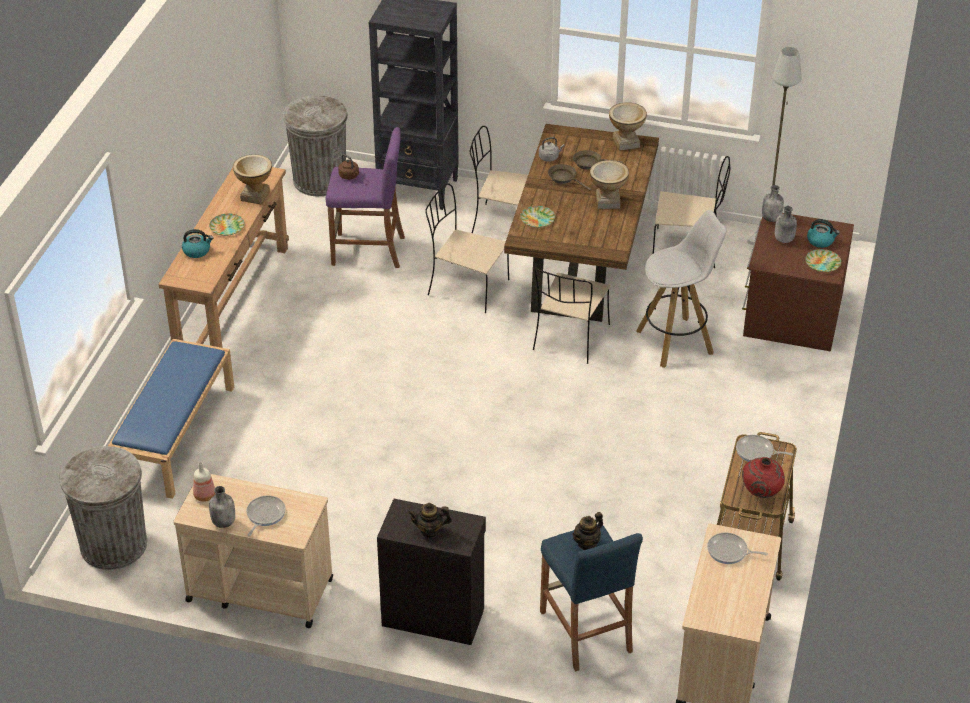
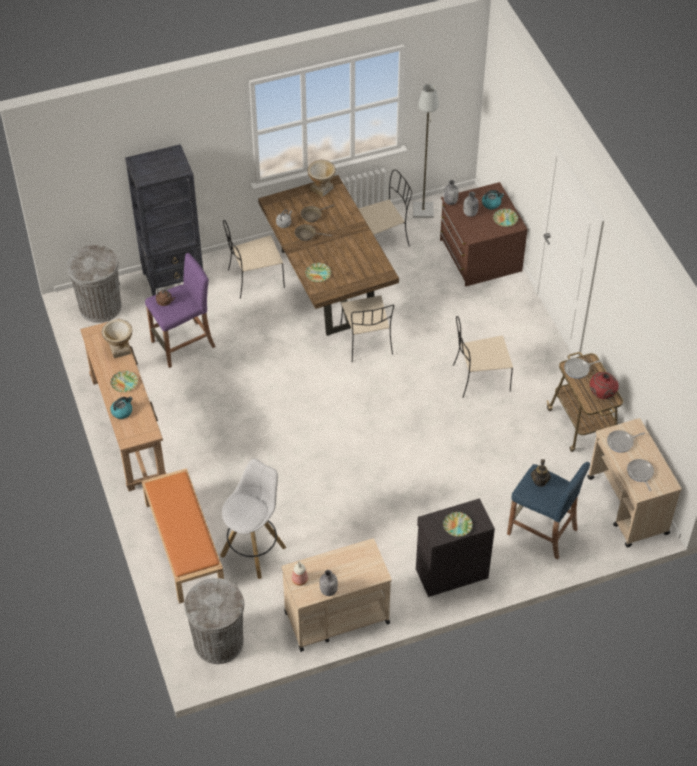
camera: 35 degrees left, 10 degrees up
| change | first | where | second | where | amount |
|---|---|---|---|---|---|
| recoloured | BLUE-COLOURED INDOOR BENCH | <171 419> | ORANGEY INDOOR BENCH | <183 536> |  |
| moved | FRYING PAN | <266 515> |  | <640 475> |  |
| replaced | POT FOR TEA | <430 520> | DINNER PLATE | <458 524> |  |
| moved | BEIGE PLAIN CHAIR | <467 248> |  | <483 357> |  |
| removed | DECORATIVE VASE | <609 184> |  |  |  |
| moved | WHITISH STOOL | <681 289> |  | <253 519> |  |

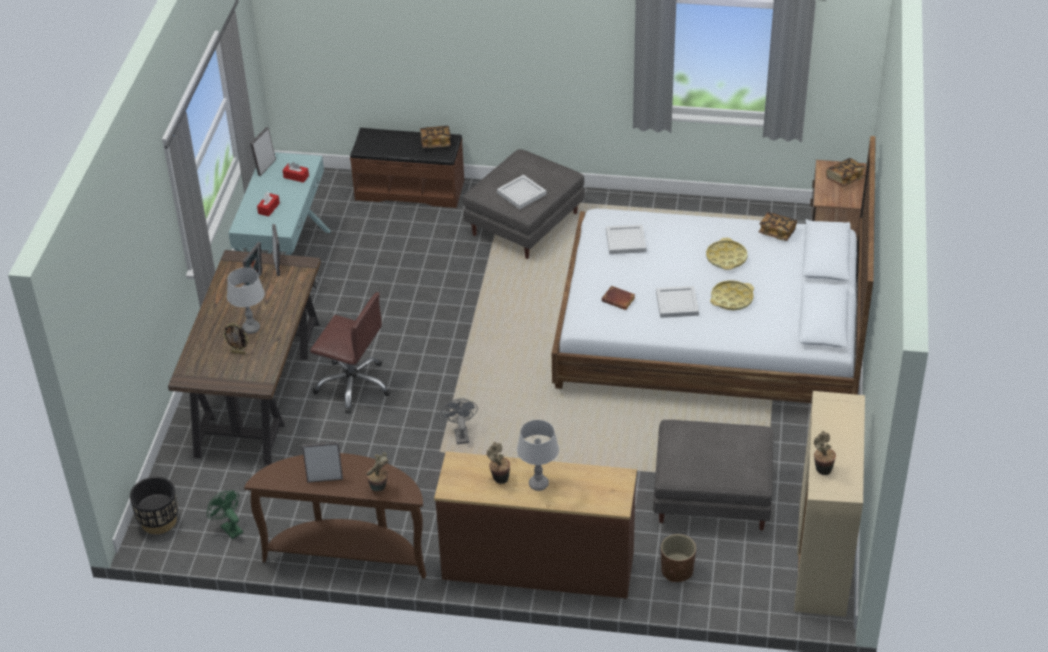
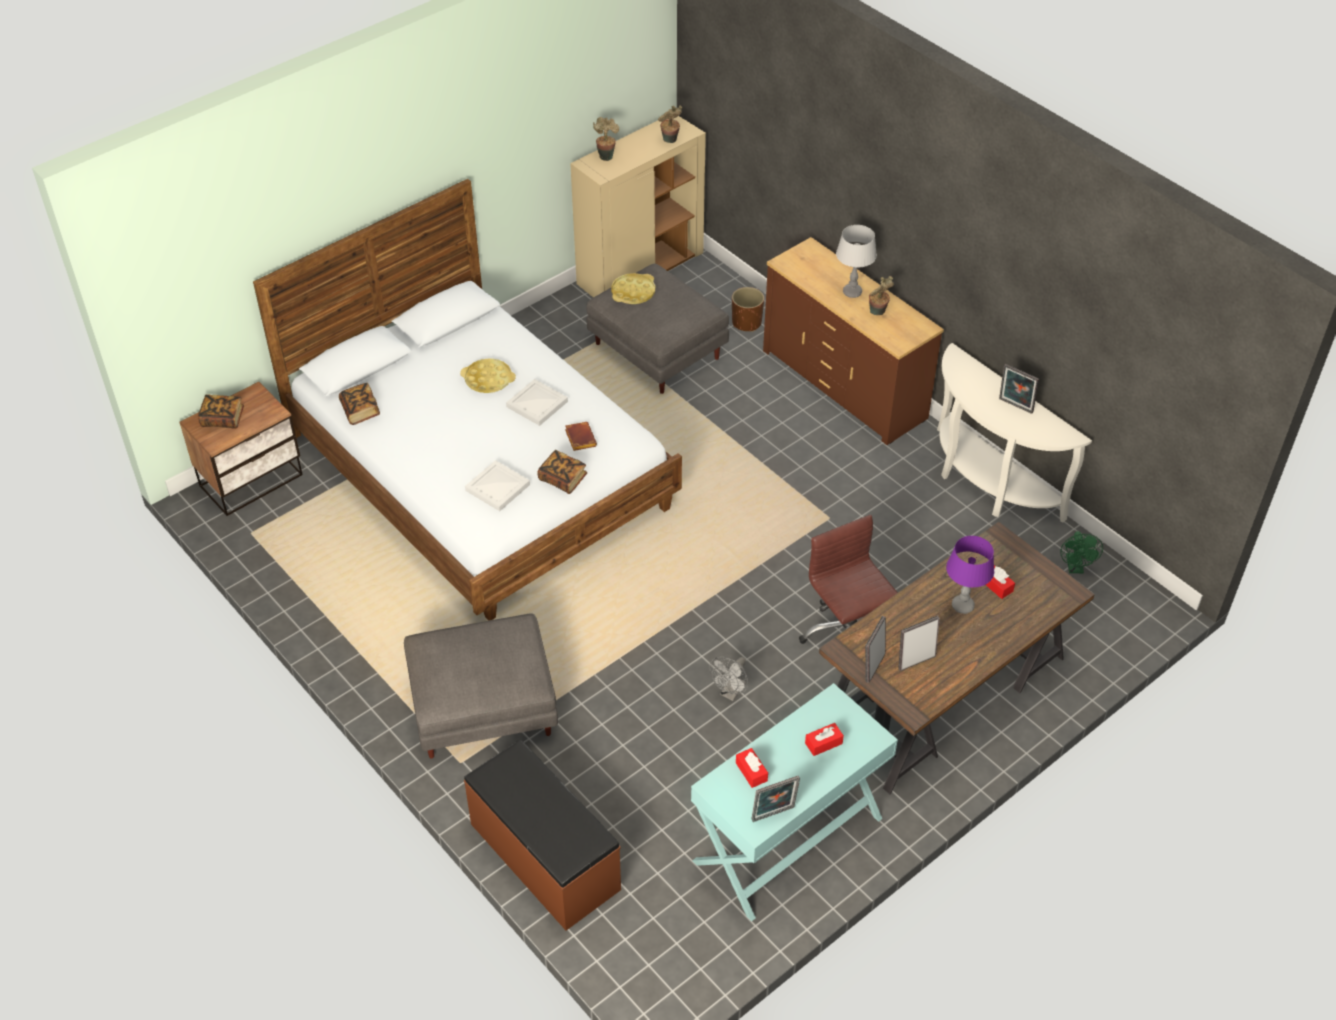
camera: 140 degrees left, 5 degrees up
| change | first | where | second | where | amount |
|---|---|---|---|---|---|
| removed | BLACKISH PLANTER | <154 505> |  |  |  |
| replaced | PICTURE FRAME | <236 338> | REDDISH TISSUE BOX | <1000 582> |  |
| recoloured | GREYISH TABLETOP LAMP | <246 301> | PURPLISH TABLETOP LAMP | <970 575> |  |
| recoloured | BROWN-COLOURED HALL TABLE | <335 516> | WHITISH HALL TABLE | <1014 433> |  |
| moved | PLANT IN A POT | <377 471> |  | <606 139> |  |
| moved | BOOK | <435 137> |  | <562 472> |  |
| moved | GREYISH ELECTRIC FAN | <459 421> |  | <728 679> |  |
| removed | WHITISH TRAY | <522 192> |  |  |  |
| moved | YELLOW-COLOURED TRAY | <726 254> |  | <633 288> |  |

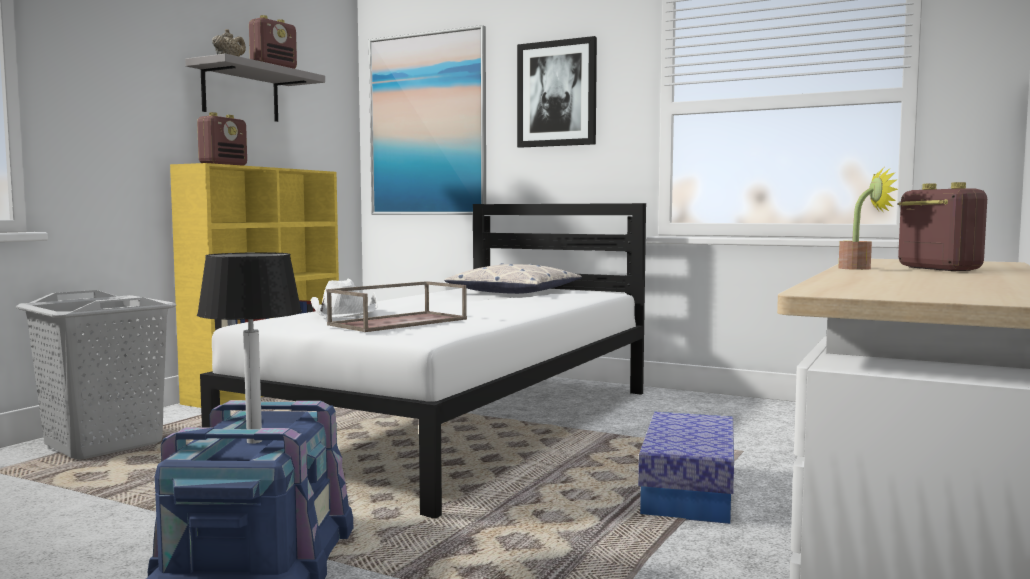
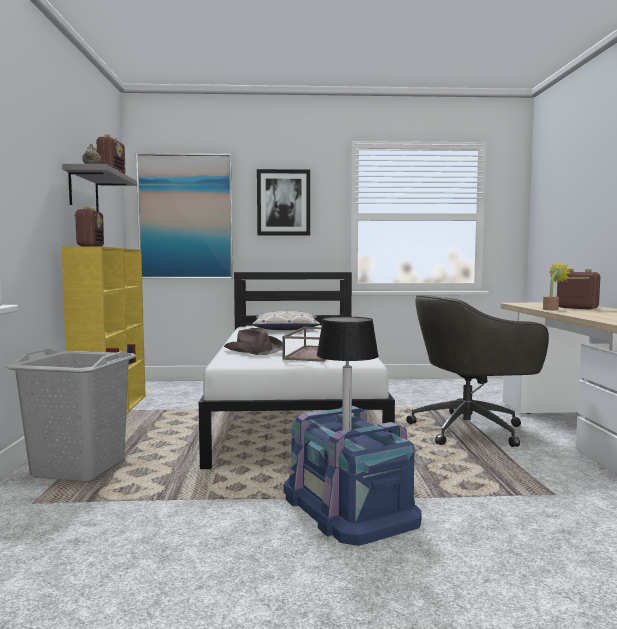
camera: 30 degrees left, 0 degrees up
| change | first | where | second | where | amount |
|---|---|---|---|---|---|
| recoloured | WHITISH CLOTHING HAT | <344 298> | BROWN-COLOURED CLOTHING HAT | <253 341> |  |
| replaced | STORAGE BOX | <686 468> | GREYISH DESK CHAIR | <477 371> |  |

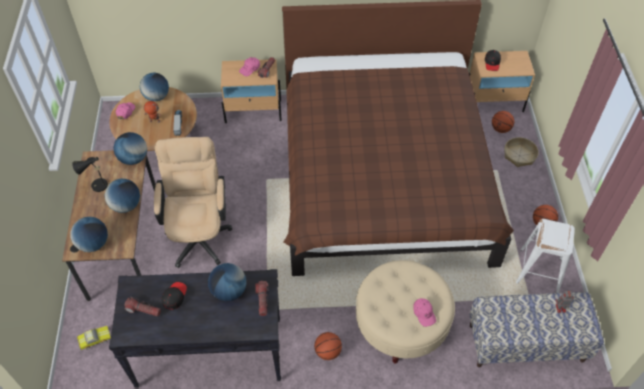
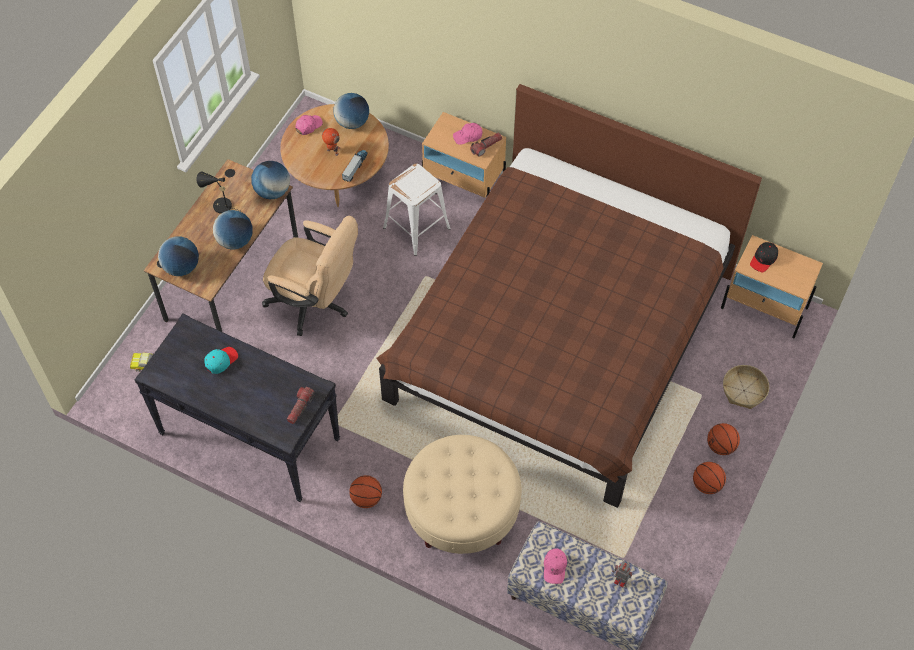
camera: 30 degrees right, 5 degrees up
| change | first | where | second | where | amount |
|---|---|---|---|---|---|
| removed | TORCH | <143 307> |  |  |  |
| turned | BEIGE DESK CHAIR | <193 202> |  | <310 276> | 90 degrees clockwise |
| recoloured | BLACKISH PEAKED CAP | <174 296> | TURQUOISE PEAKED CAP | <221 360> |  |
| removed | WORLD GLOBE | <227 282> |  |  |  |
| moved | PINK PEAKED CAP | <424 312> |  | <555 566> |  |
| moved | BASKETBALL BALL | <503 122> |  | <723 439> |  |
| moved | WHITISH STOOL | <545 256> |  | <416 209> |  |

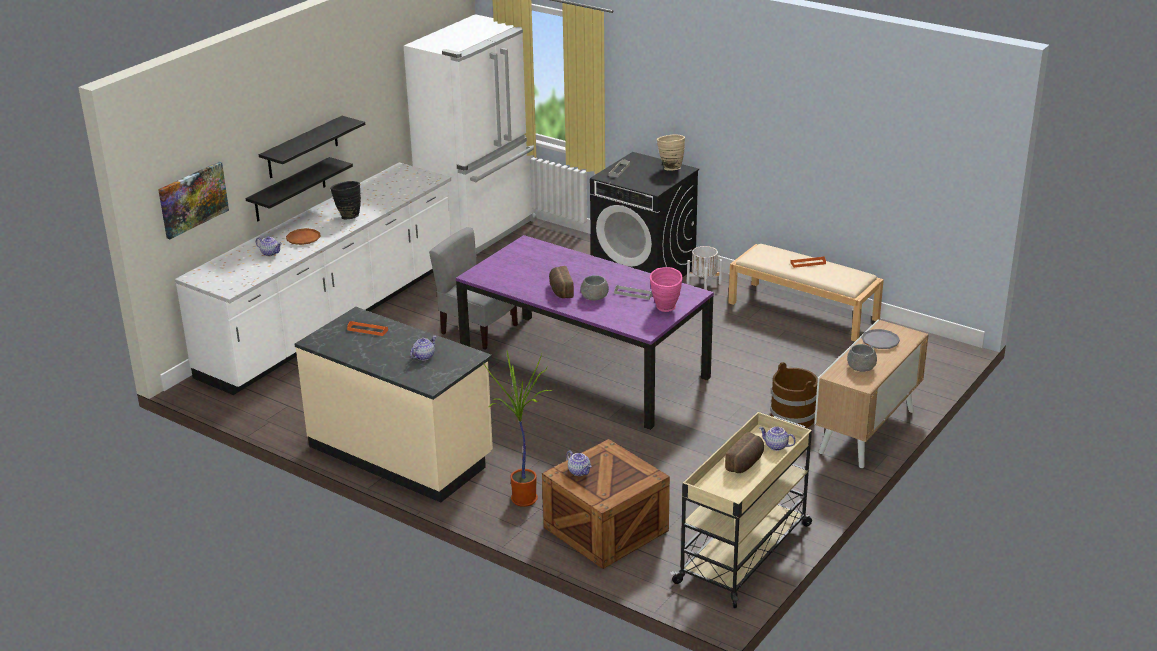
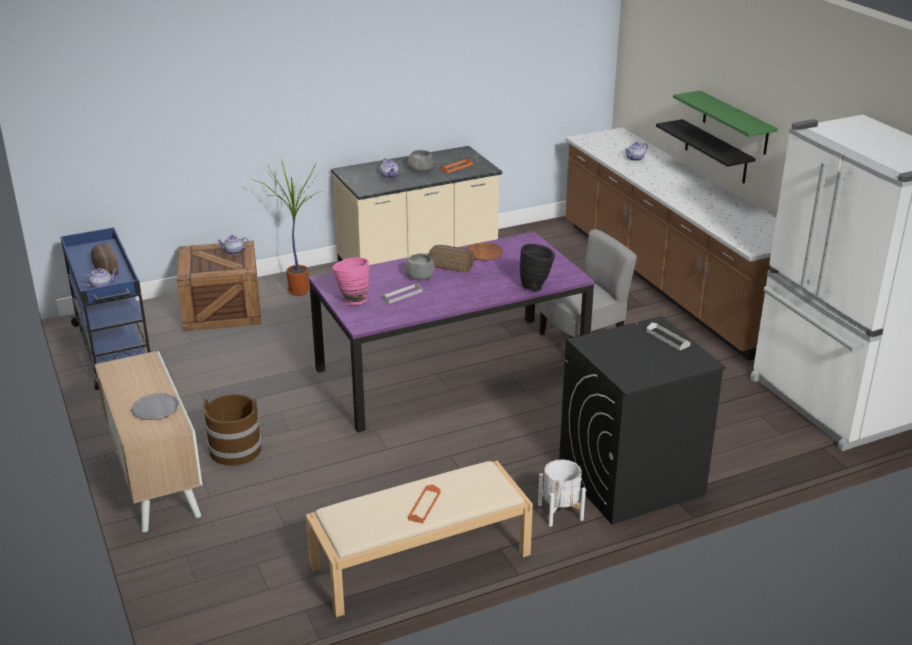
camera: 120 degrees right, 0 degrees up
| change | first | where | second | where | amount |
|---|---|---|---|---|---|
| removed | WALL PICTURE | <193 200> |  |  |  |
| recoloured | WHITISH KITCHEN BASE UNIT | <312 279> | BROWN-COLOURED KITCHEN BASE UNIT | <670 244> |  |
| recoloured | BLACKISH SHELF | <312 147> | GREENISH SHELF | <725 122> |  |
| moved | BROWN-COLOURED DINNER PLATE | <303 236> |  | <485 251> |  |
| moved | BLACKISH DECORATIVE VASE | <345 200> |  | <537 267> |  |
| removed | BEIGE DECORATIVE VASE | <671 153> |  |  |  |
| recoloured | BEIGE CART | <741 510> | BLUE-COLOURED CART | <105 308> |  |
| moved | GREYISH DEEP DISH | <862 358> |  | <421 161> |  |

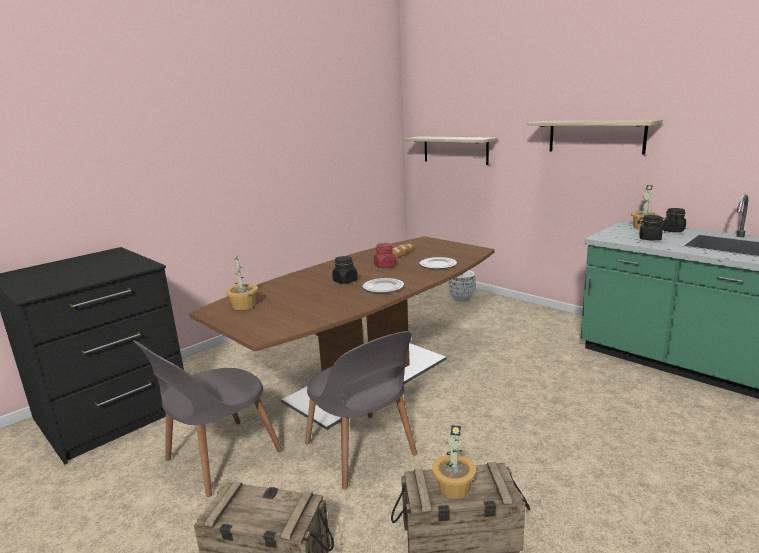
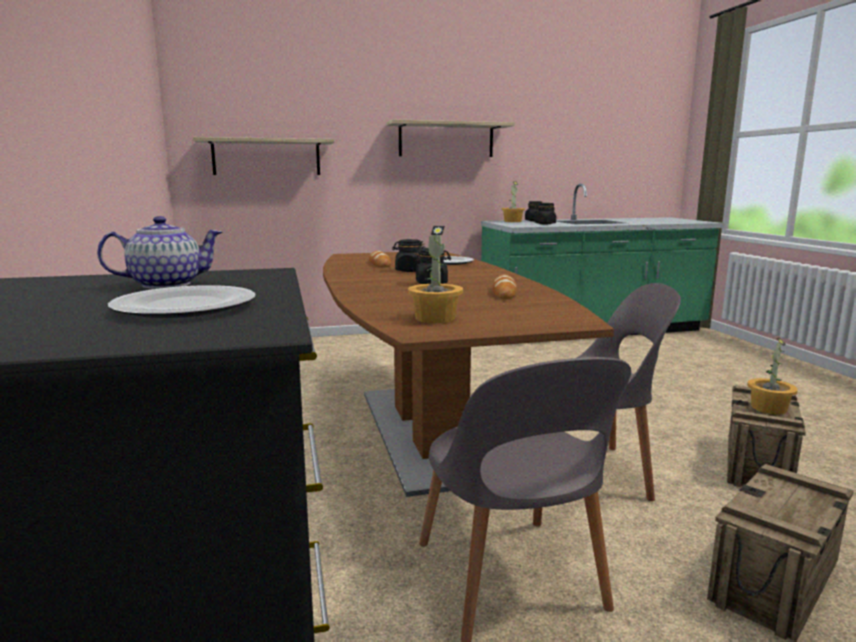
camera: 60 degrees left, 5 degrees down
| change | first | where | second | where | amount |
|---|---|---|---|---|---|
| moved | DINNER PLATE | <383 285> |  | <182 301> |  |
| recoloured | REDDISH JAR | <385 255> | BLACKISH JAR | <409 255> |  |
| removed | WHITISH PLANTER | <462 286> |  |  |  |
| added |  |  | POT FOR TEA | <159 252> |  |
| added |  |  | BAKED BREAD | <505 287> |  |

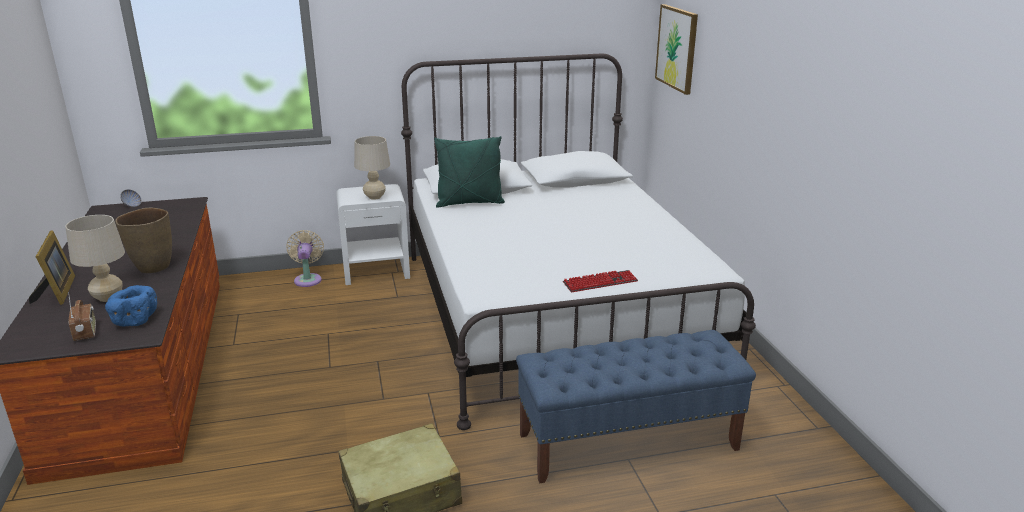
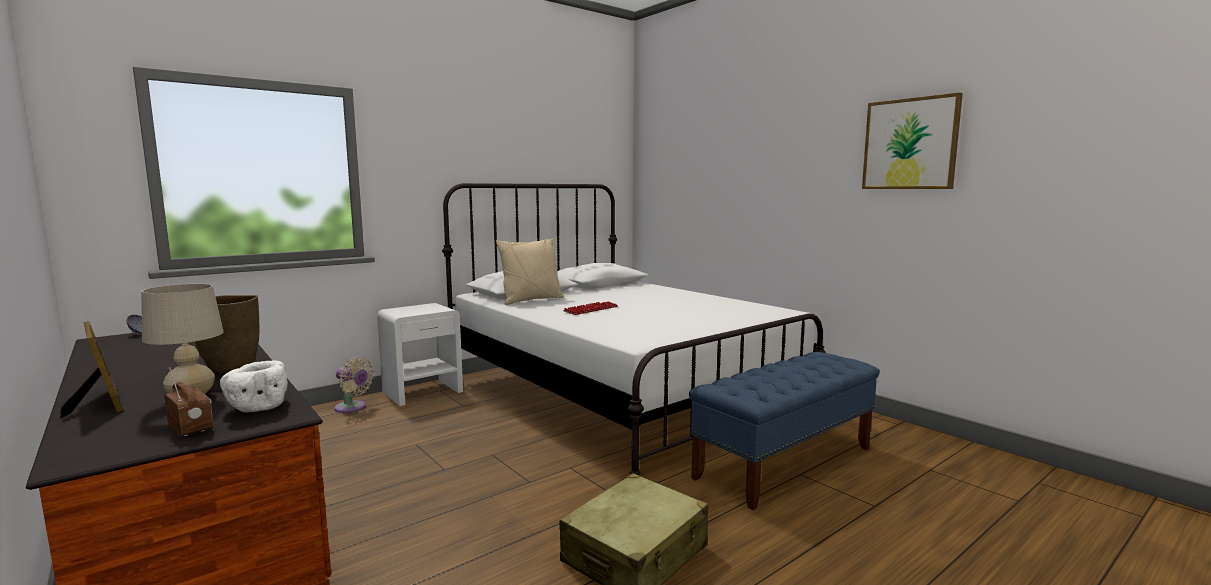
camera: 25 degrees left, 15 degrees down
| change | first | where | second | where | amount |
|---|---|---|---|---|---|
| recoloured | BLUE-COLOURED DEEP DISH | <131 305> | WHITISH DEEP DISH | <254 386> |  |
| turned | BEIGE ELECTRIC FAN | <305 258> |  | <354 385> | 150 degrees clockwise |
| removed | BEIGE TABLETOP LAMP | <372 168> |  |  |  |
| recoloured | GREENISH THROW PILLOW | <469 172> | BEIGE THROW PILLOW | <530 271> |  |
| moved | KEYBOARD | <600 281> |  | <590 308> |  |
| moved | WALL PICTURE | <676 49> |  | <912 141> |  |

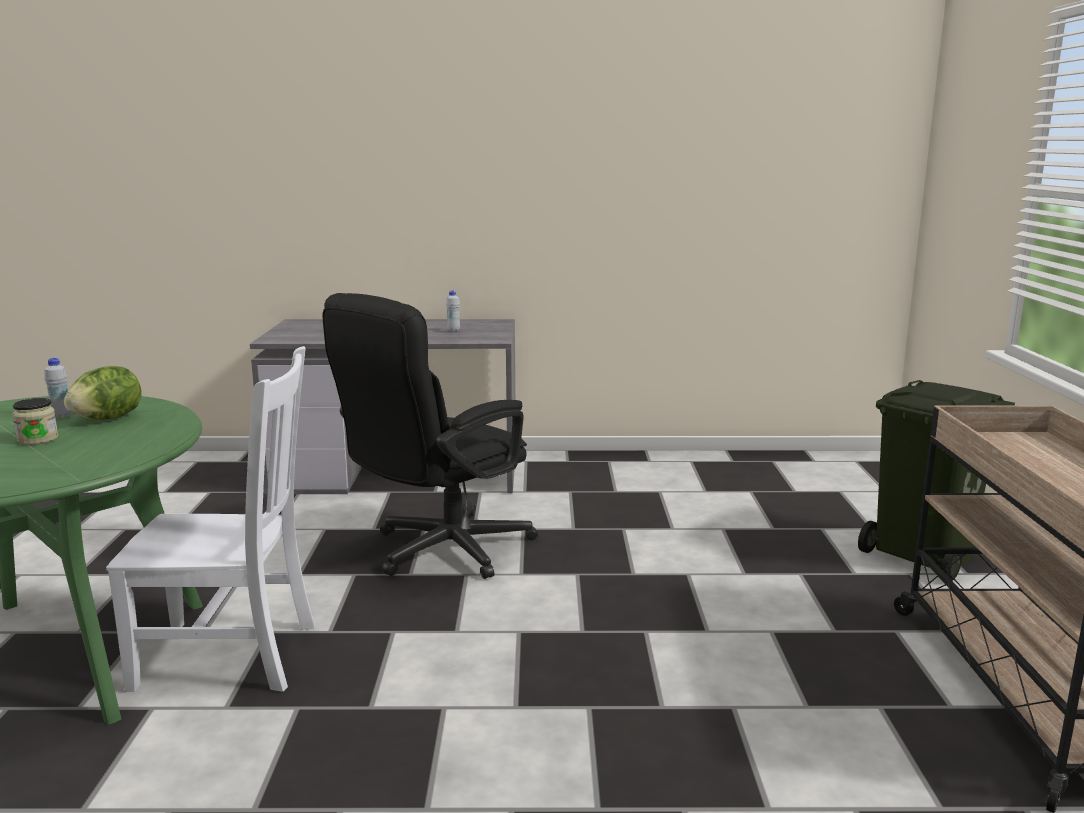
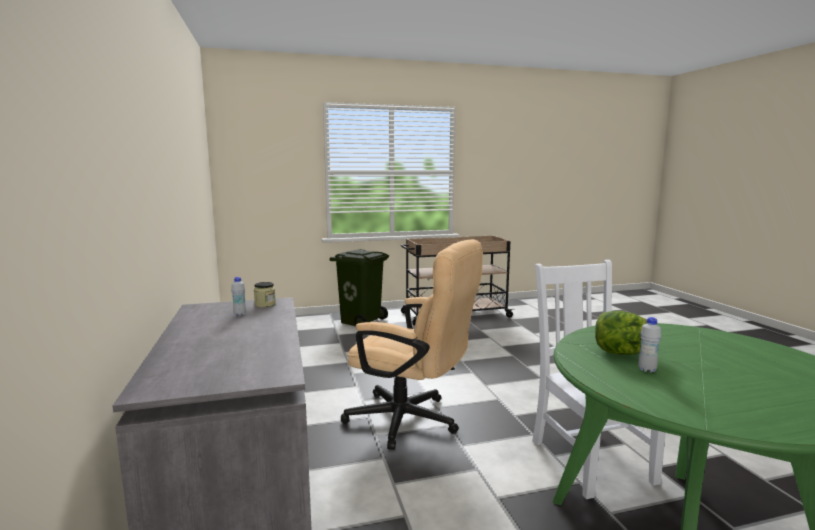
camera: 105 degrees left, 5 degrees down
| change | first | where | second | where | amount |
|---|---|---|---|---|---|
| moved | JAR | <35 421> |  | <265 294> |  |
| recoloured | BLACKISH DESK CHAIR | <430 436> | BEIGE DESK CHAIR | <412 344> |  |

